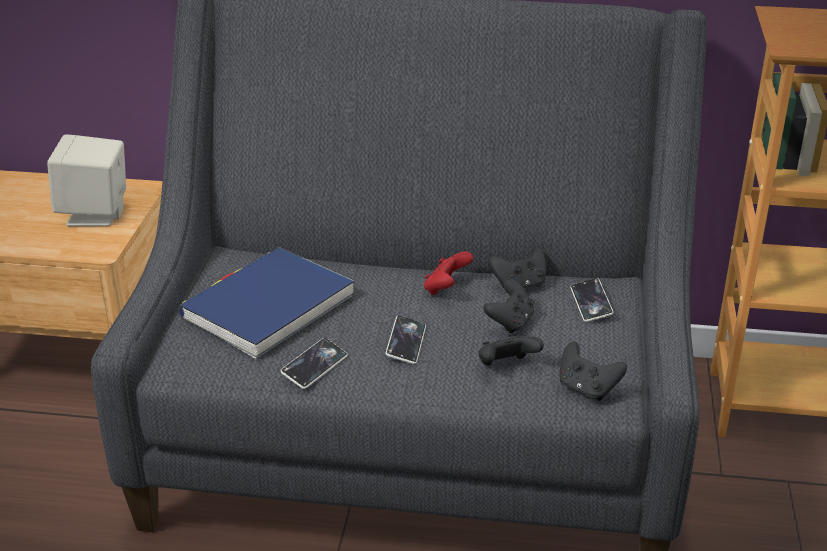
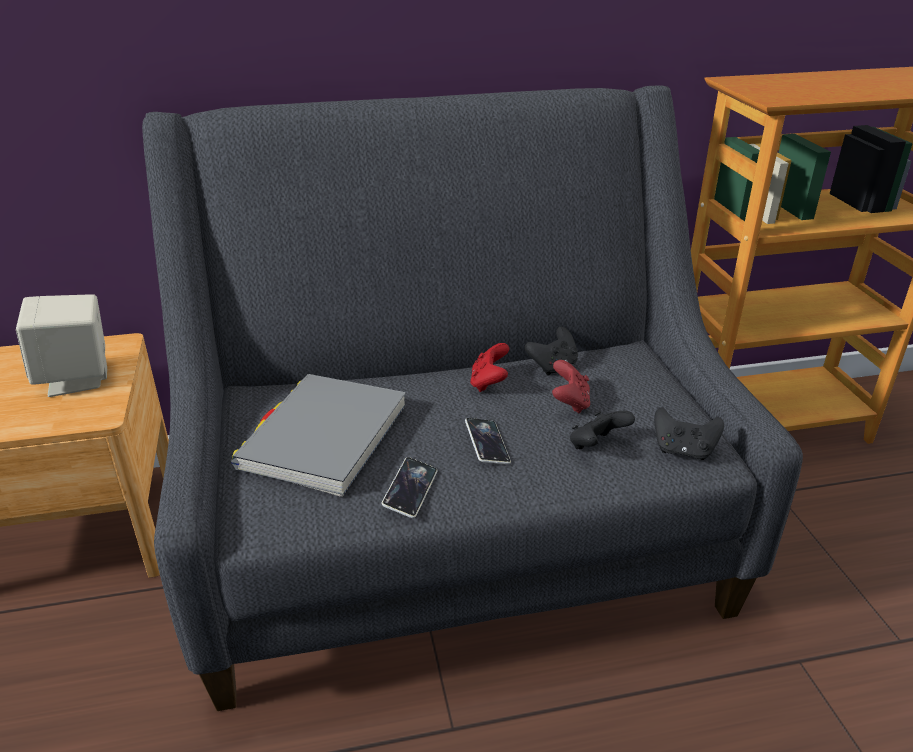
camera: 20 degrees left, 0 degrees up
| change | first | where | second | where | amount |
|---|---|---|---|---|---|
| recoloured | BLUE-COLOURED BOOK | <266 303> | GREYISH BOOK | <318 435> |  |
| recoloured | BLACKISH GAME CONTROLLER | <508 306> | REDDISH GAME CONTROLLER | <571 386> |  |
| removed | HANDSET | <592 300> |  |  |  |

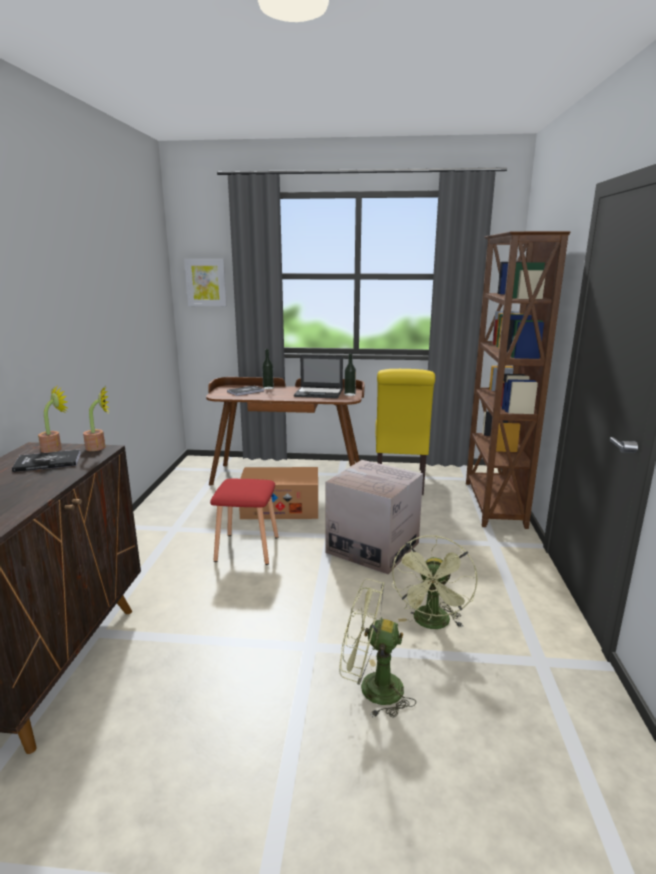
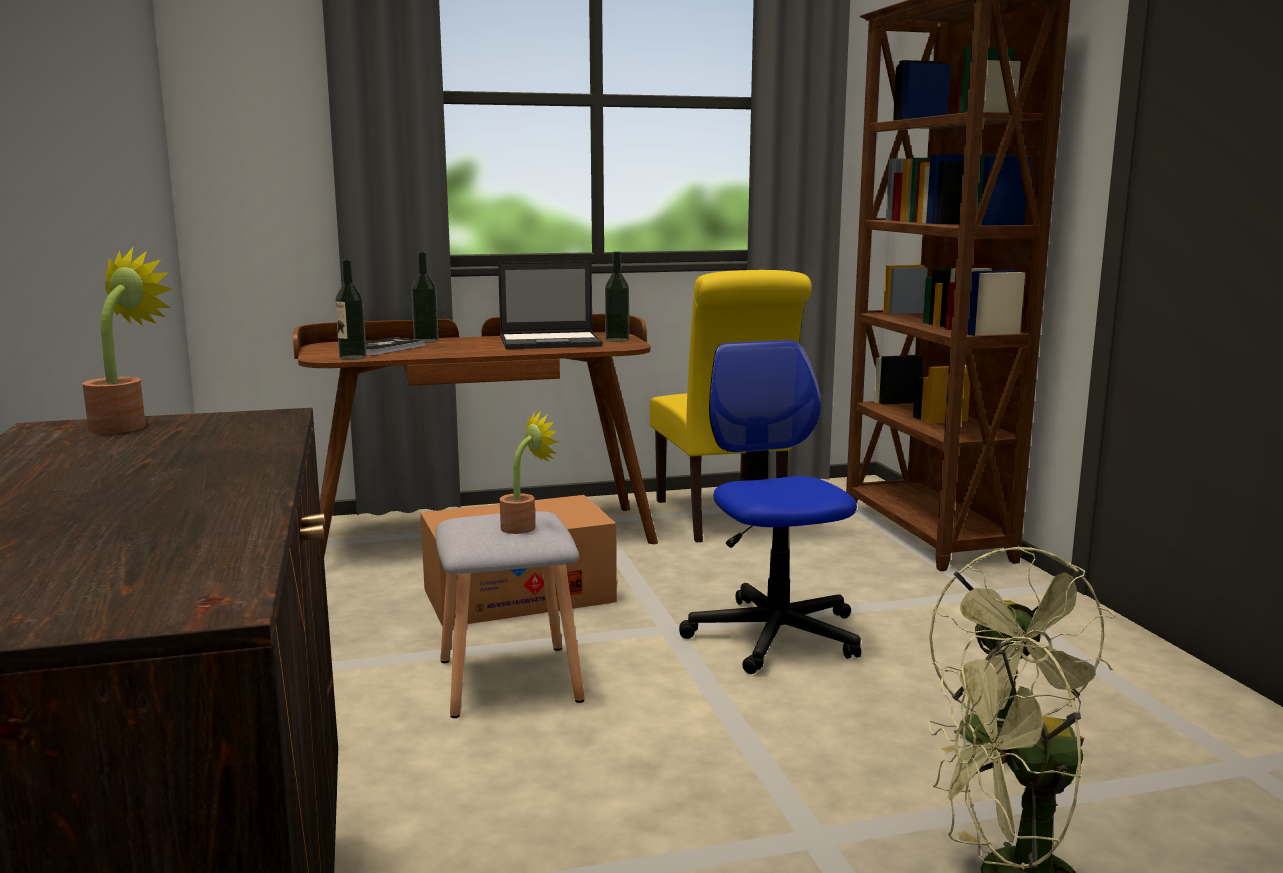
camera: 20 degrees left, 5 degrees down
| change | first | where | second | where | amount |
|---|---|---|---|---|---|
| removed | BOOK | <46 461> |  |  |  |
| moved | PLANT IN A POT | <96 419> |  | <529 472> |  |
| removed | WALL PICTURE | <205 282> |  |  |  |
| recoloured | REDDISH STOOL | <244 522> | GREYISH STOOL | <510 614> |  |
| replaced | CARTON | <374 517> | DESK CHAIR | <770 507> |  |
| added |  |  | BEVERAGE BOTTLE | <351 309> |  |

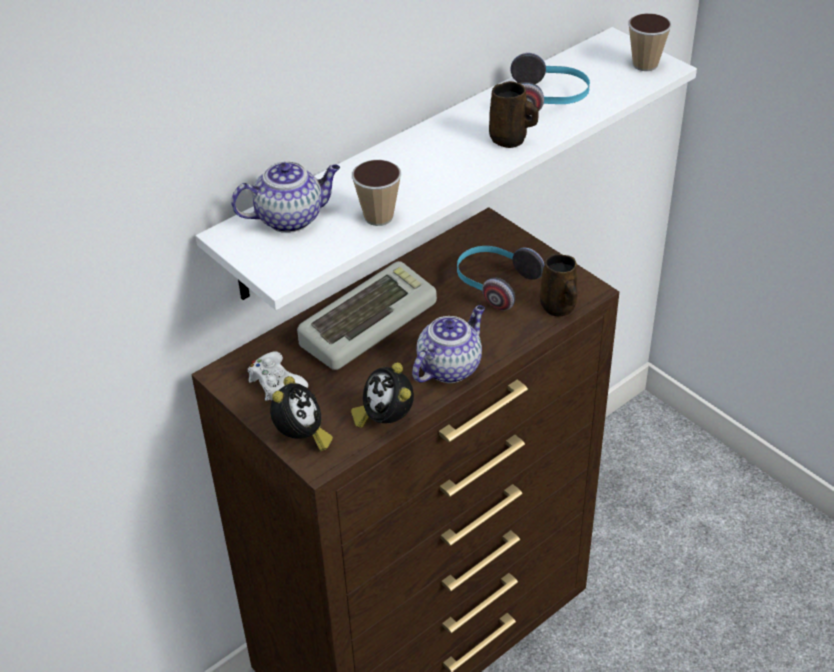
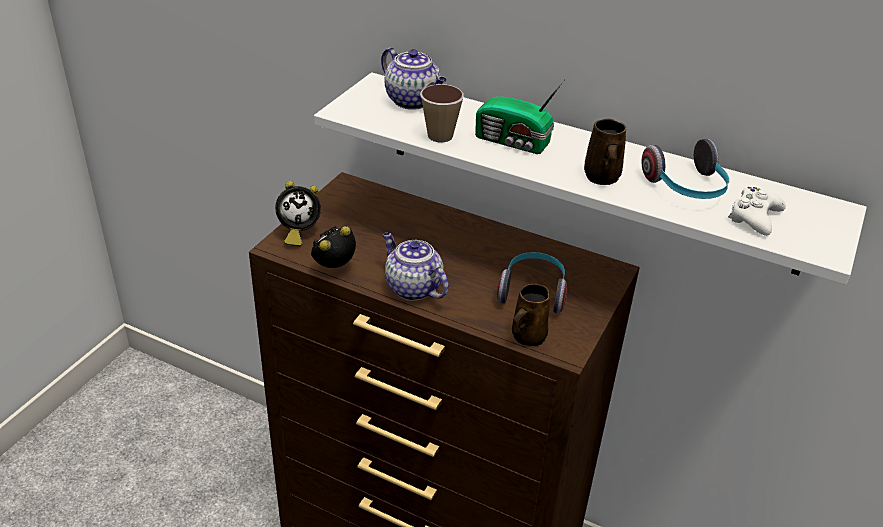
camera: 65 degrees right, 5 degrees down
| change | first | where | second | where | amount |
|---|---|---|---|---|---|
| moved | WHITISH GAME CONTROLLER | <278 376> |  | <757 211> |  |
| removed | KEYBOARD | <367 315> |  |  |  |
| turned | POT FOR TEA | <448 344> |  | <415 266> | 150 degrees counterclockwise |
| removed | SMALL CUP | <649 42> |  |  |  |
| added |  |  | RADIO RECEIVER | <520 116> |  |

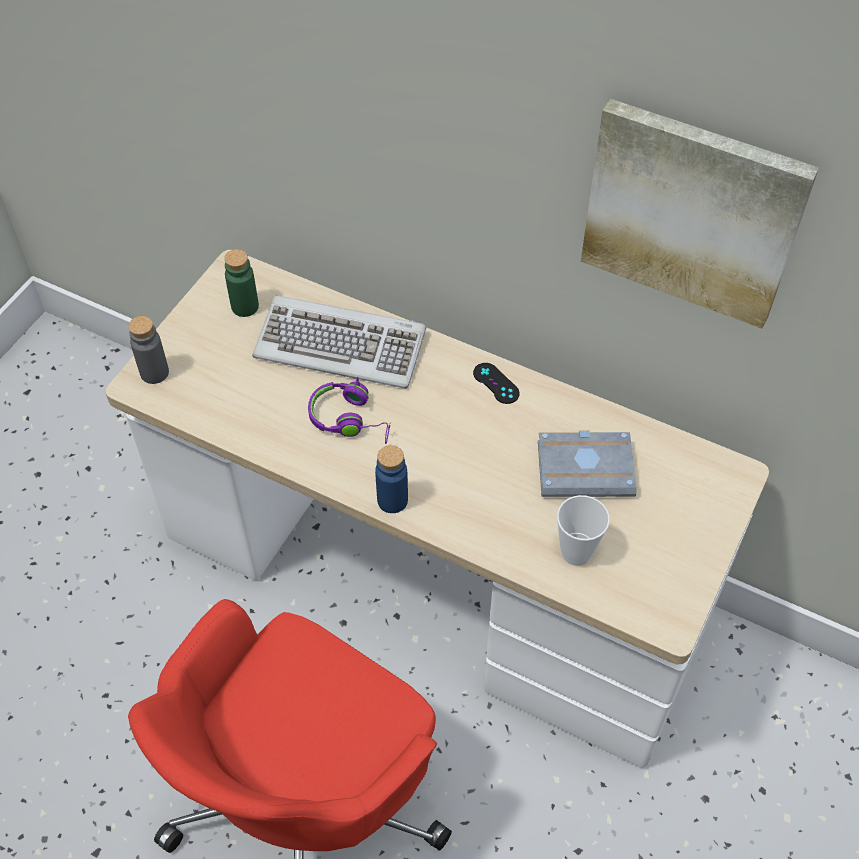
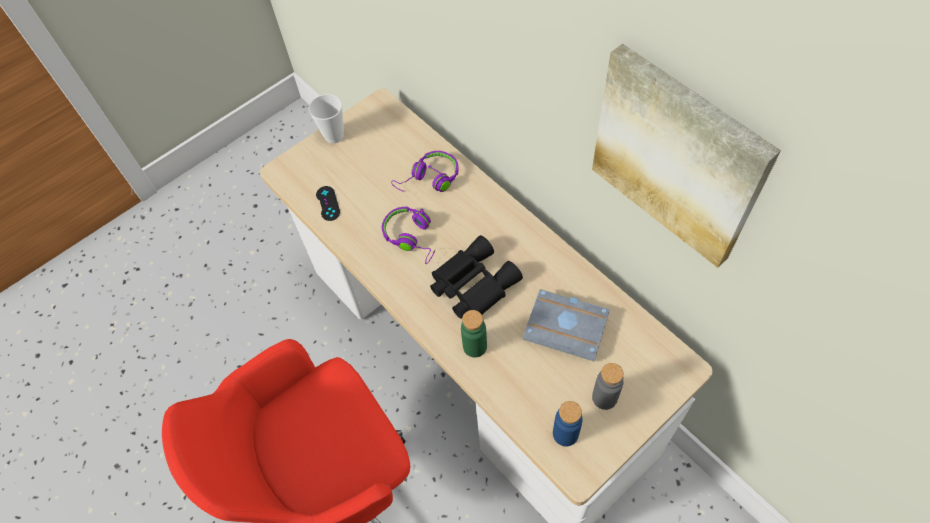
camera: 25 degrees right, 5 degrees up
| change | first | where | second | where | amount |
|---|---|---|---|---|---|
| moved | GREYISH BEVERAGE BOTTLE | <148 350> |  | <608 386> |  |
| moved | GREENISH BEVERAGE BOTTLE | <241 283> |  | <474 333> |  |
| replaced | KEYBOARD | <339 342> | PURPLISH HEADSET | <425 171> |  |
| moved | BLUE-COLOURED BEVERAGE BOTTLE | <391 479> |  | <568 423> |  |
| moved | BLACKISH GAME CONTROLLER | <496 383> |  | <328 203> |  |
| moved | SMALL CUP | <583 530> |  | <326 118> |  |
| added |  |  | BLACKISH BINOCULARS | <476 277> |  |

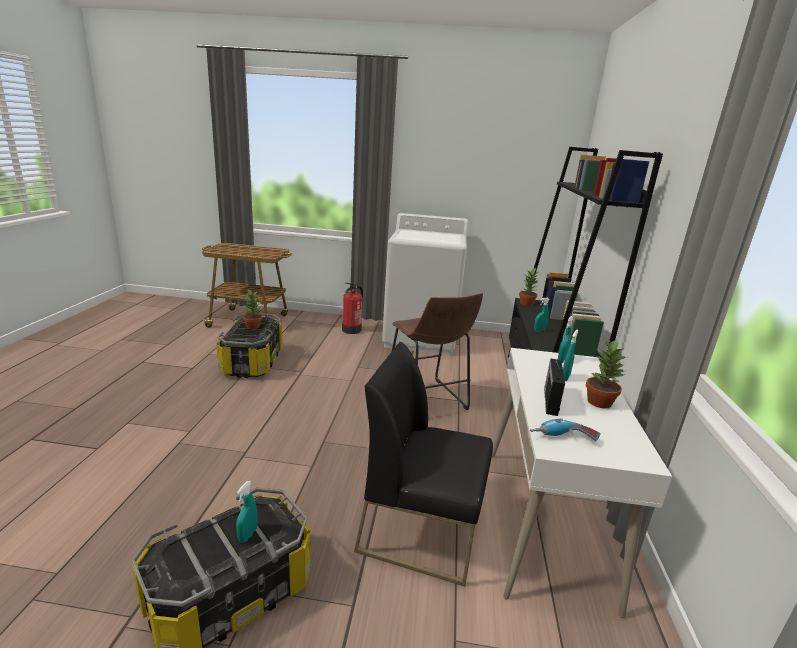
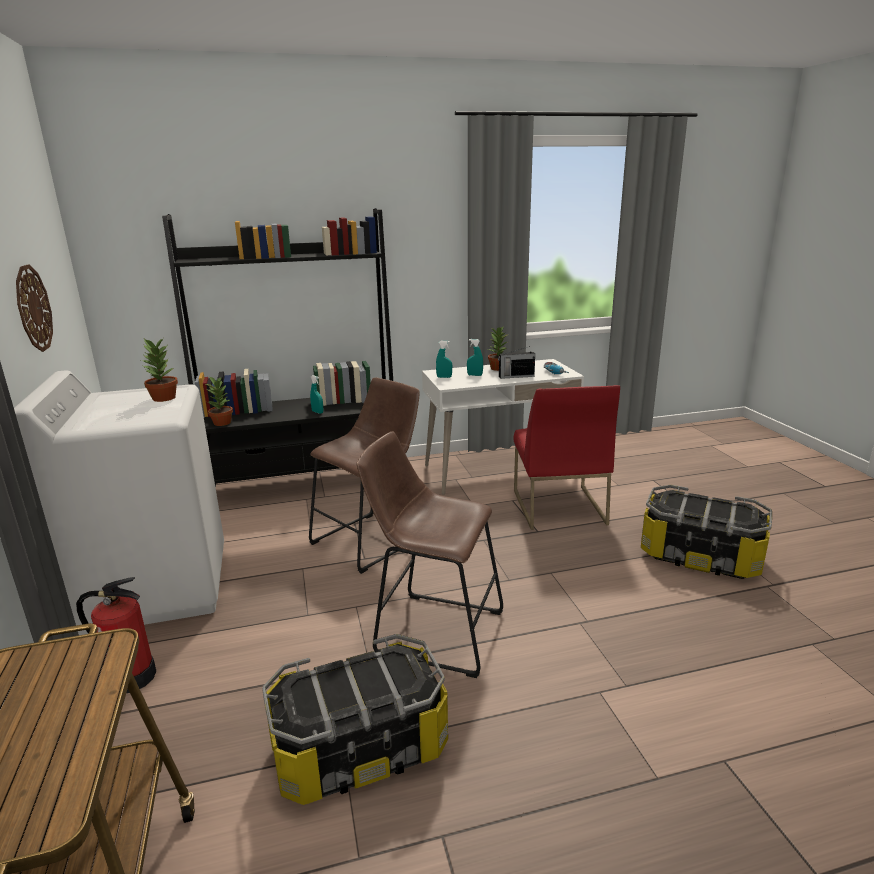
camera: 110 degrees left, 0 degrees up
| change | first | where | second | where | amount |
|---|---|---|---|---|---|
| removed | TURQUOISE SPRAYER | <247 512> |  |  |  |
| moved | PLANT IN A POT | <252 309> |  | <159 370> |  |
| recoloured | BLACKISH PLAIN CHAIR | <423 464> | REDDISH PLAIN CHAIR | <567 457> |  |
| added |  |  | HANGING CLOCK | <34 308> |  |
| added |  |  | BROWN-COLOURED STOOL | <430 554> |  |

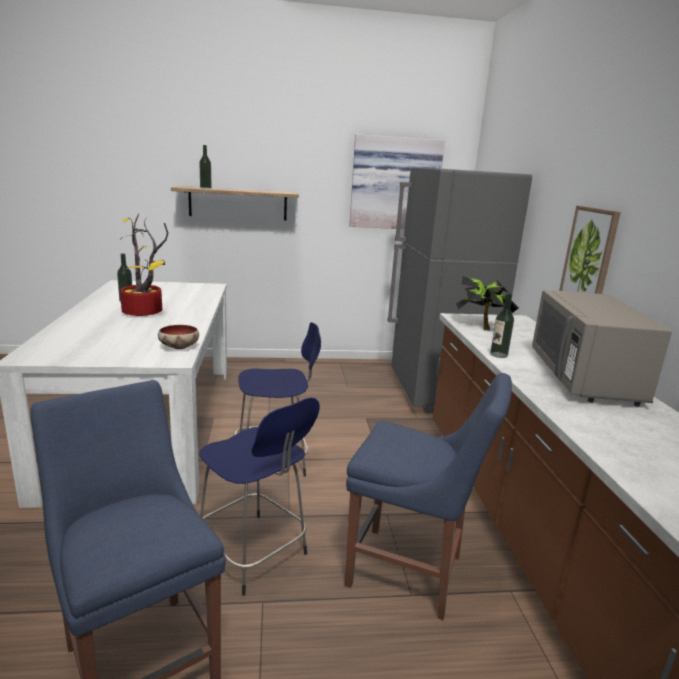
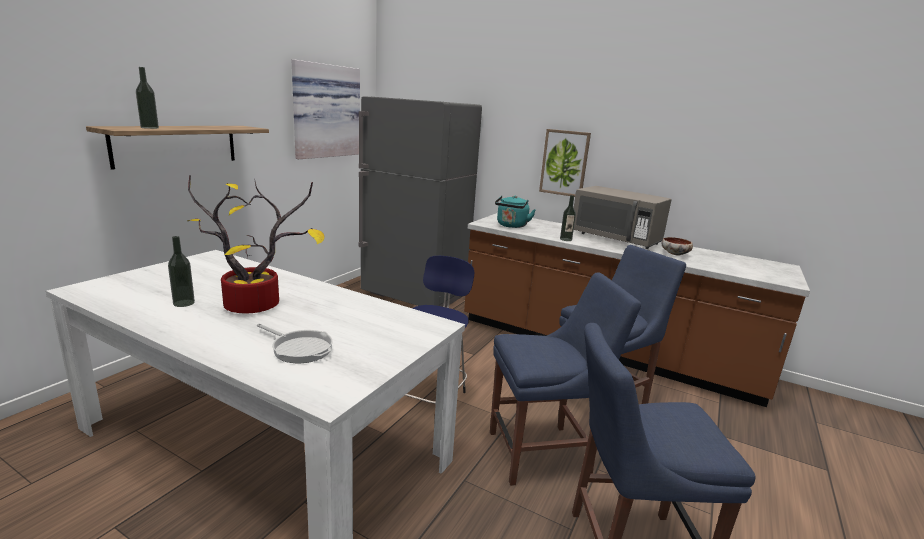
camera: 55 degrees left, 0 degrees up
| change | first | where | second | where | amount |
|---|---|---|---|---|---|
| moved | DEEP DISH | <178 337> |  | <677 246> |  |
| replaced | BLUE-COLOURED STOOL | <260 497> | BLUE-COLOURED PLAIN CHAIR | <565 379> |  |
| replaced | PLANT IN A POT | <487 303> | TURQUOISE KETTLE | <515 211> |  |
| added |  |  | FRYING PAN | <295 343> |  |

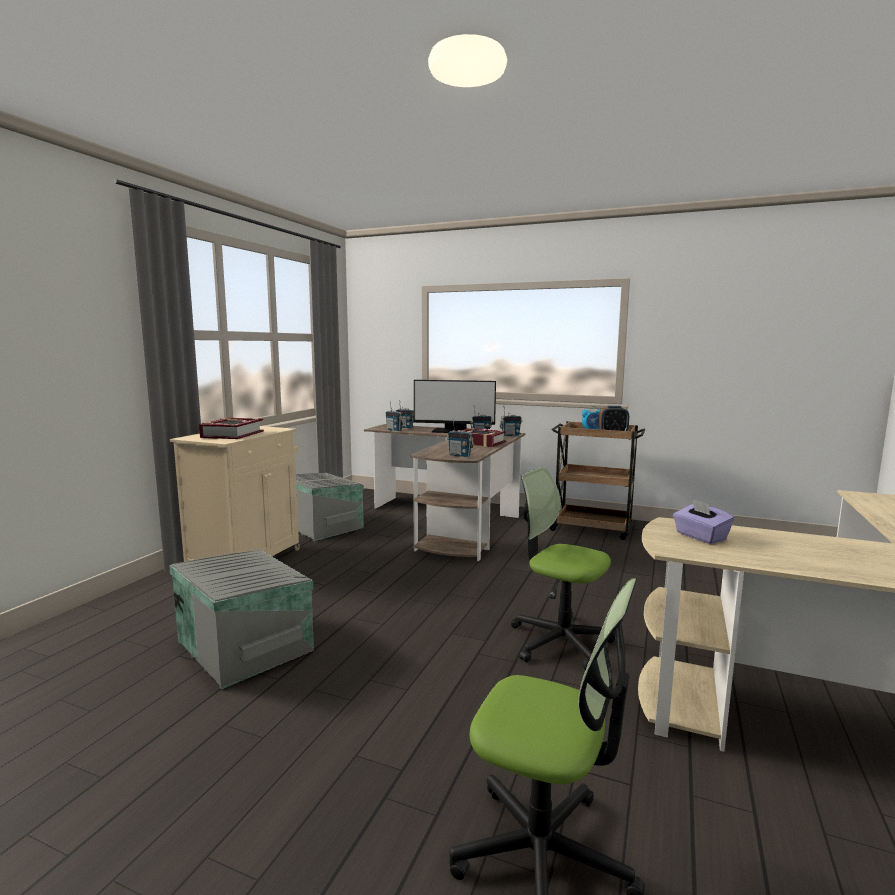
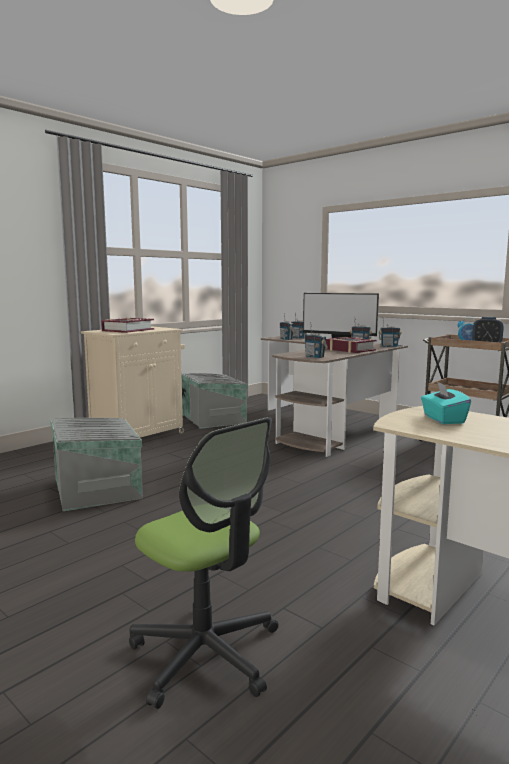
camera: 20 degrees right, 0 degrees up
| change | first | where | second | where | amount |
|---|---|---|---|---|---|
| removed | DESK CHAIR | <563 568> |  |  |  |
| recoloured | PURPLISH TISSUE BOX | <703 521> | TURQUOISE TISSUE BOX | <446 402> |  |

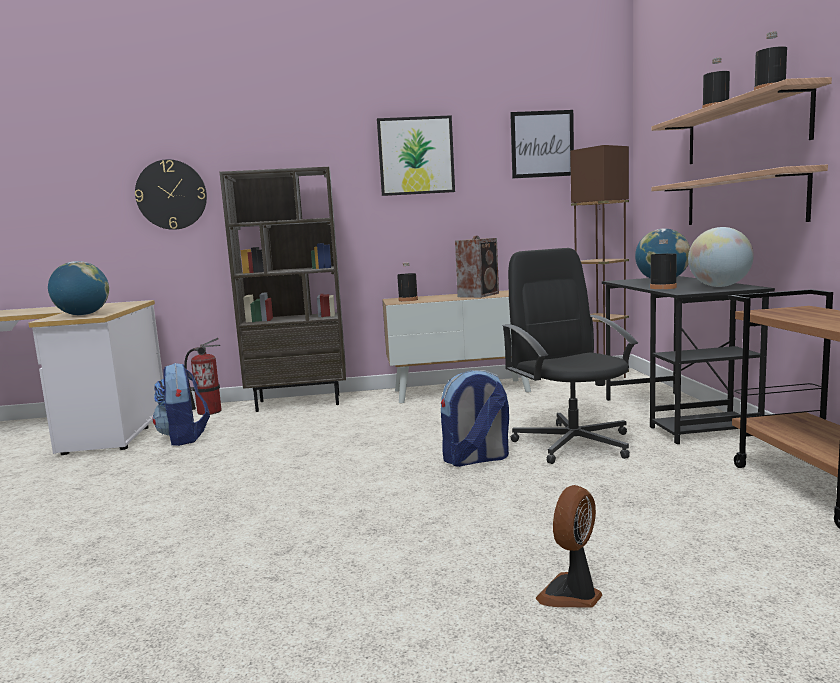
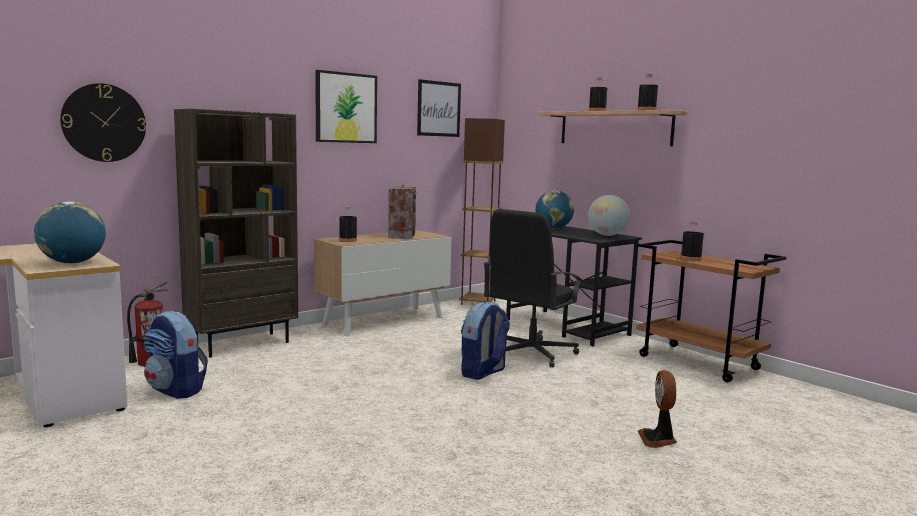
camera: 35 degrees left, 0 degrees up
| change | first | where | second | where | amount |
|---|---|---|---|---|---|
| turned | BLACKISH DESK CHAIR | <570 356> |  | <533 288> | 90 degrees counterclockwise |
| moved | BLACKISH BEVERAGE BOTTLE | <663 264> |  | <692 241> |  |
| removed | SHELF | <739 195> |  |  |  |

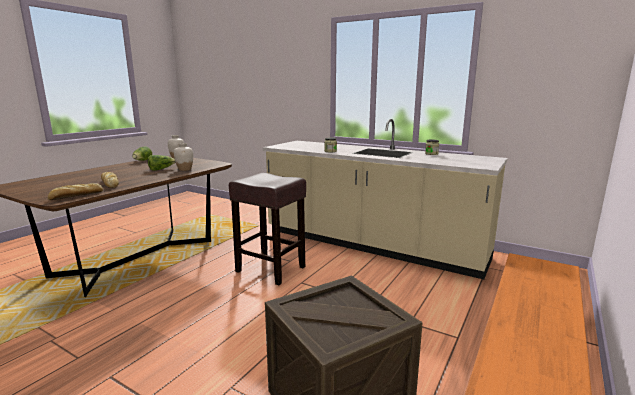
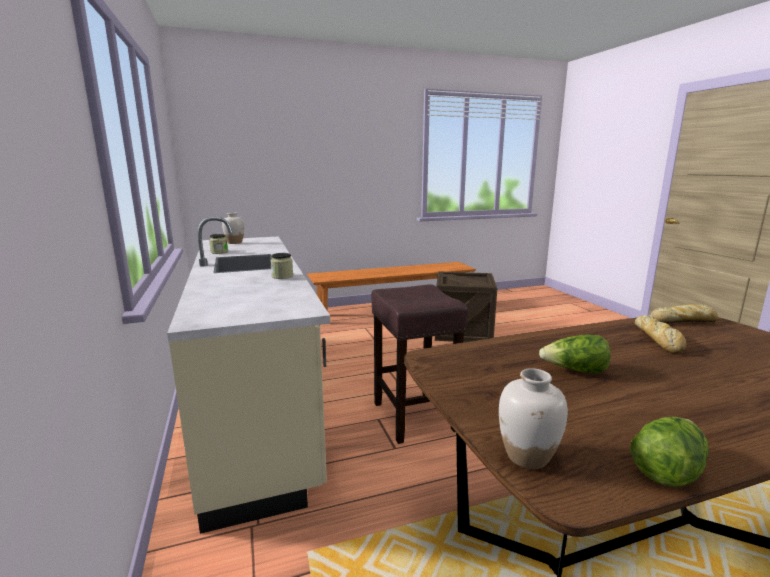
camera: 140 degrees left, 0 degrees up
| change | first | where | second | where | amount |
|---|---|---|---|---|---|
| moved | WHITISH DECORATIVE VASE | <183 157> |  | <233 228> |  |

